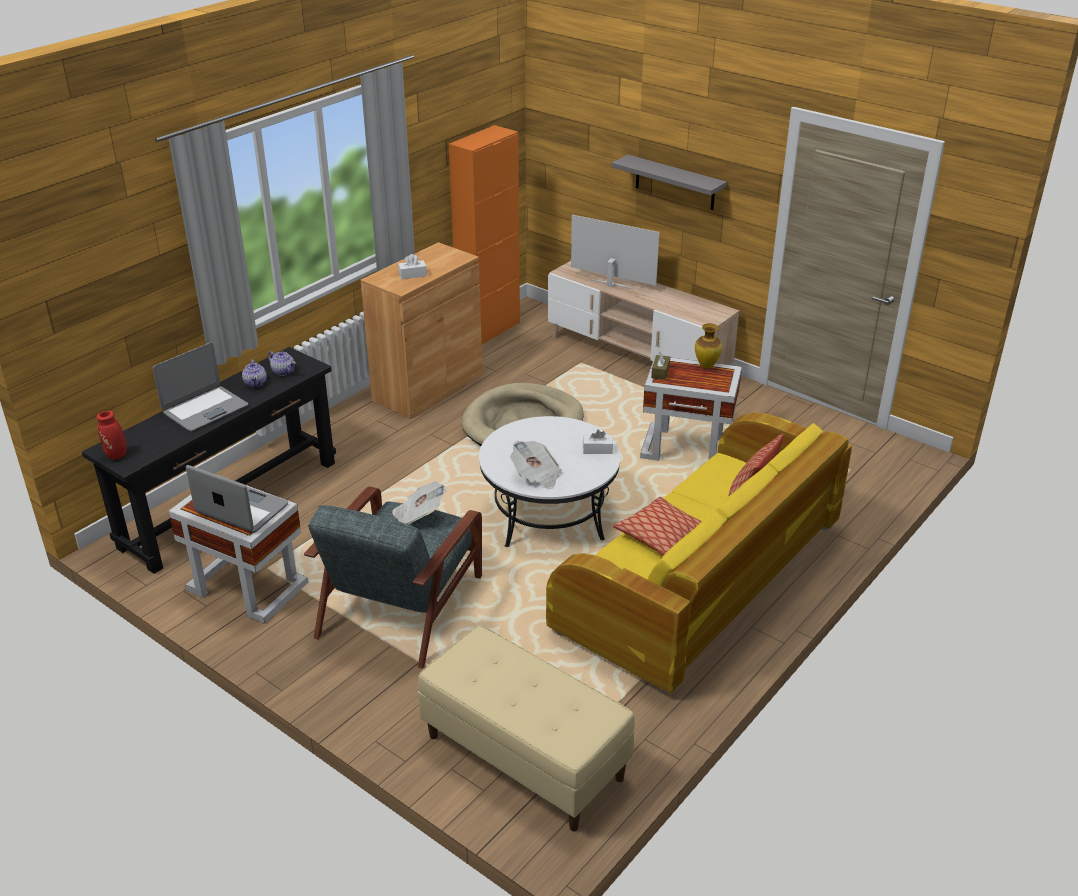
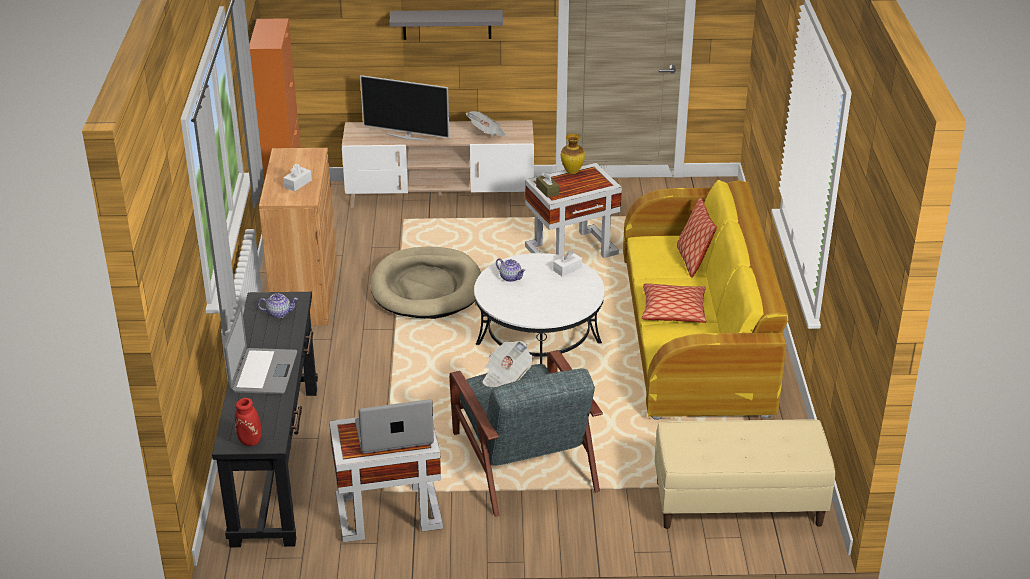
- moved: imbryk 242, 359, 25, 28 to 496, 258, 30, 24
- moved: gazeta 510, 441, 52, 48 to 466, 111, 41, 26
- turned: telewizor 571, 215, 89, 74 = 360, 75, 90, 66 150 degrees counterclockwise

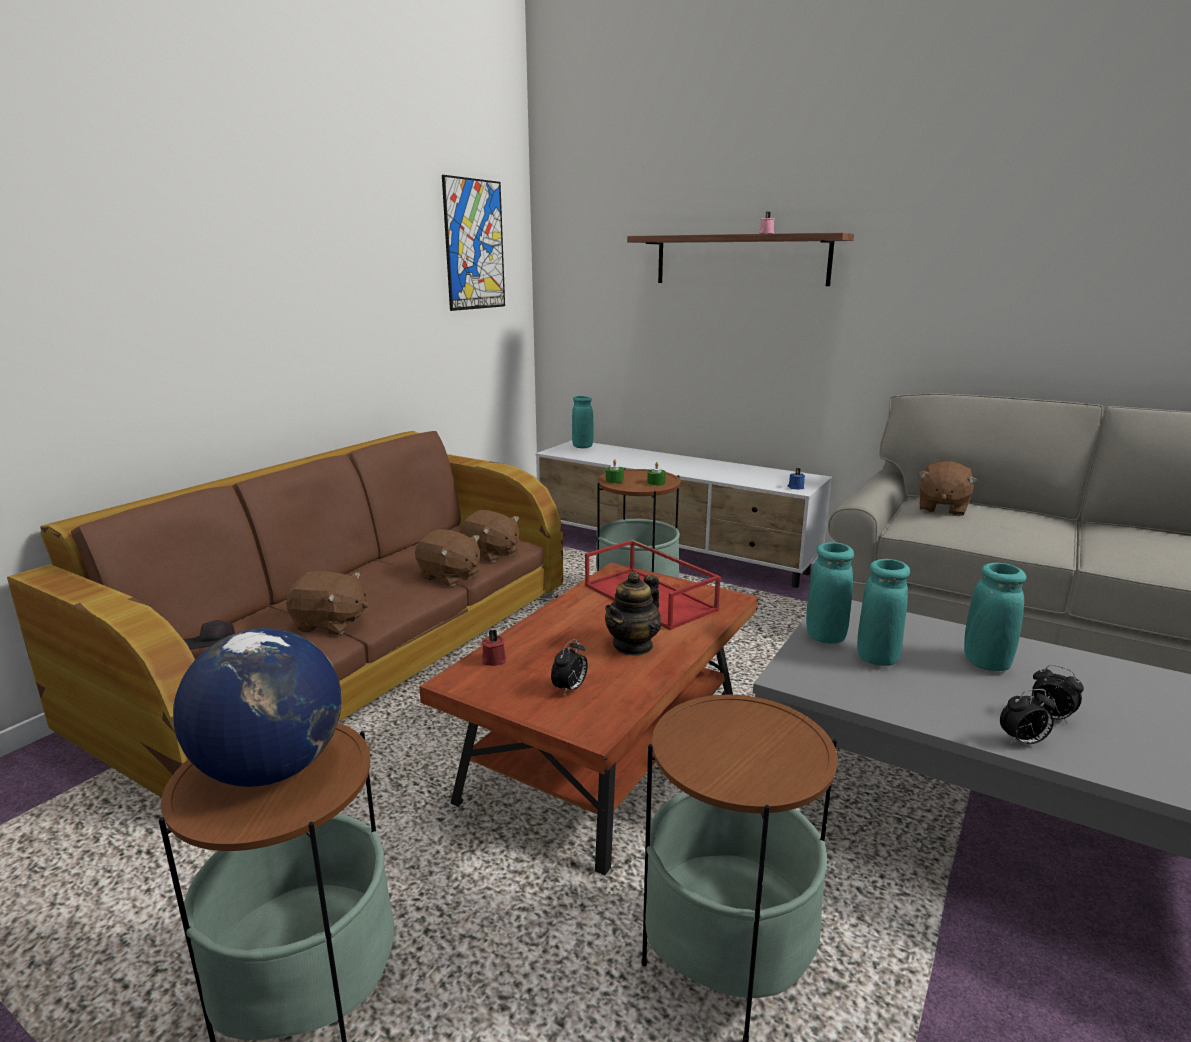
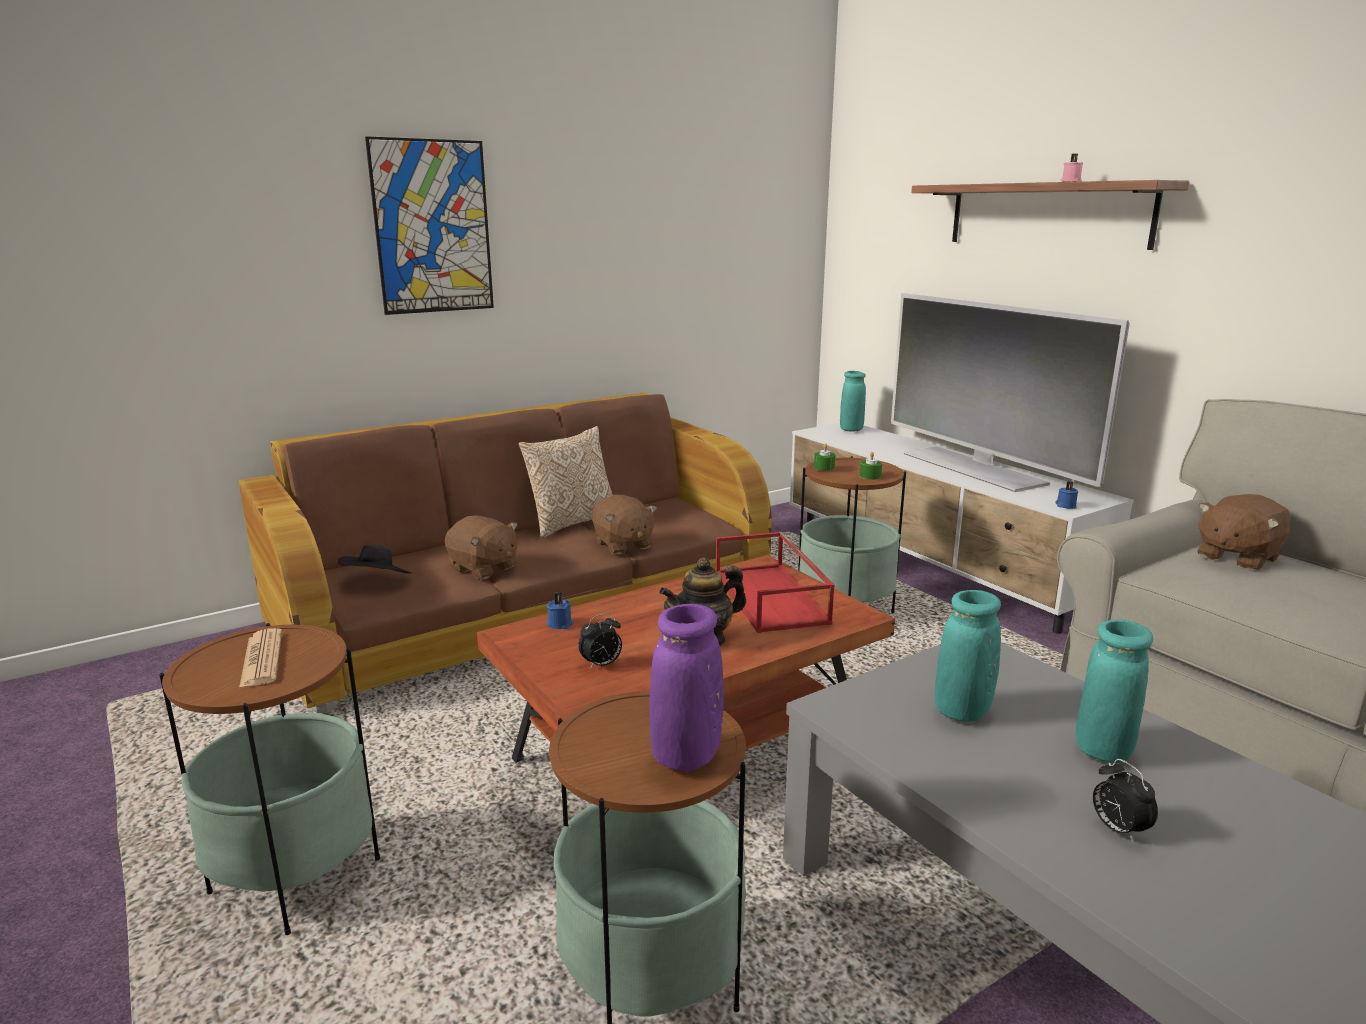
- replaced: globus 173, 628, 168, 159 to gazeta 239, 628, 43, 60
- moved: obraz 442, 175, 63, 136 to 365, 136, 129, 179
- removed: pluszak [brązowy] 460, 510, 59, 52
- recoloured: świeca [czerwony] 481, 629, 25, 37 to świeca [niebieski] 546, 592, 27, 37
- removed: wazon [turkusowy] 806, 542, 48, 101
- removed: budzik 1000, 689, 55, 56
- added: poduszka 519, 426, 94, 112
- added: wazon [fioletowy] 650, 604, 74, 167
- added: telewizor 891, 293, 239, 199

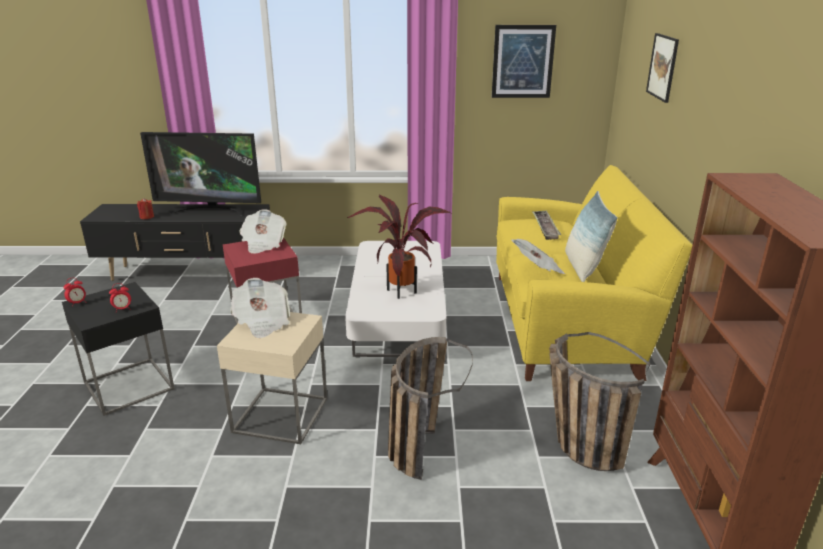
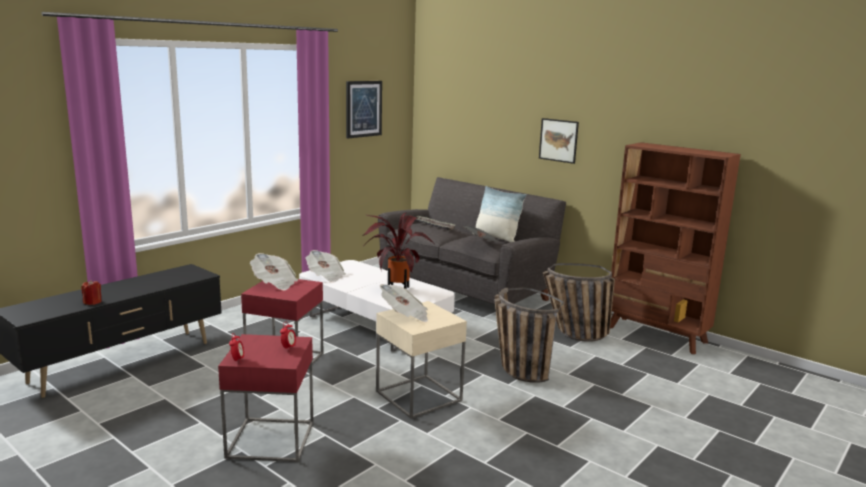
- recoloured: stolik [czarny] 62, 282, 113, 134 to stolik [czerwony] 218, 334, 95, 128
- removed: telewizor 140, 132, 121, 84
- recoloured: kanapa [żółty] 496, 165, 196, 216 to kanapa [szary] 378, 177, 188, 128
- moved: obraz 646, 33, 33, 70 to 539, 118, 40, 46
- added: gazeta 305, 250, 41, 33

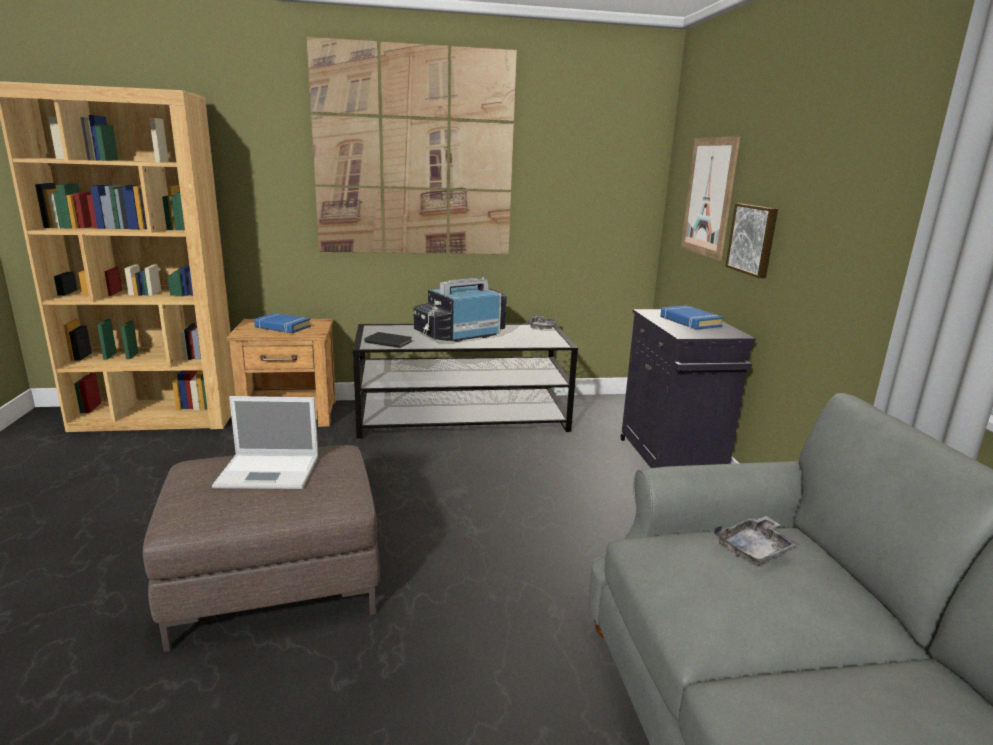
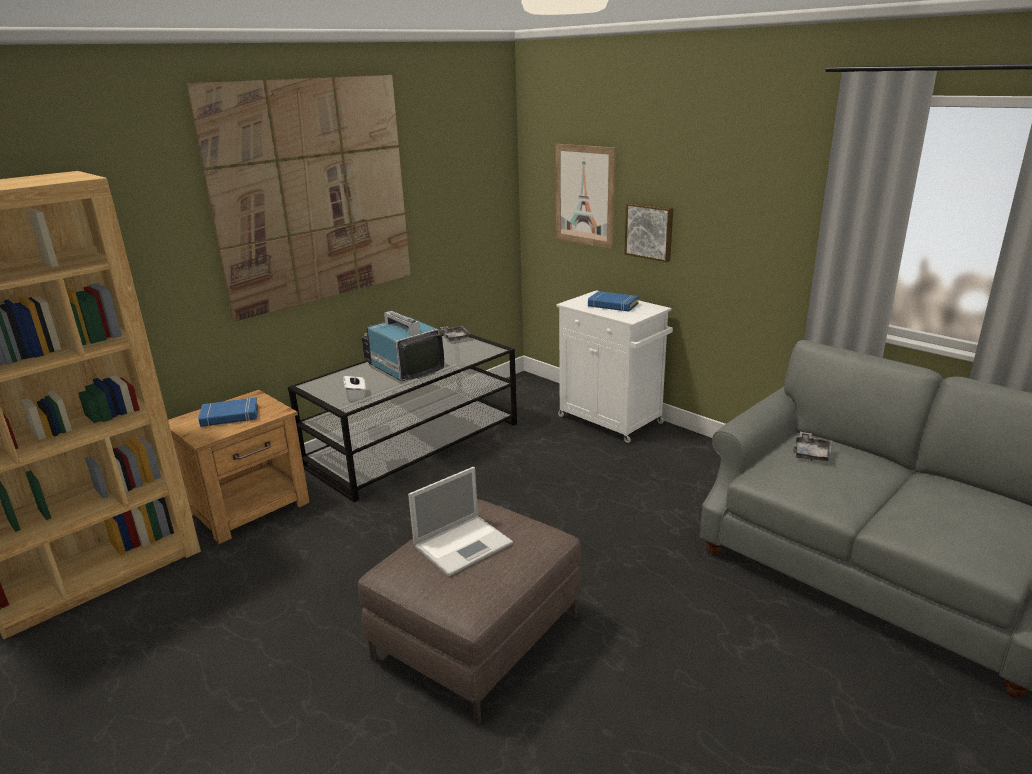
- replaced: książka [czarny] 364, 332, 48, 16 to pudełko chusteczek [biały] 343, 375, 23, 26
- turned: telewizor 414, 277, 93, 65 = 362, 311, 82, 71 120 degrees clockwise
- recoloured: szafka [czarny] 621, 309, 135, 159 to szafka [biały] 556, 290, 117, 153

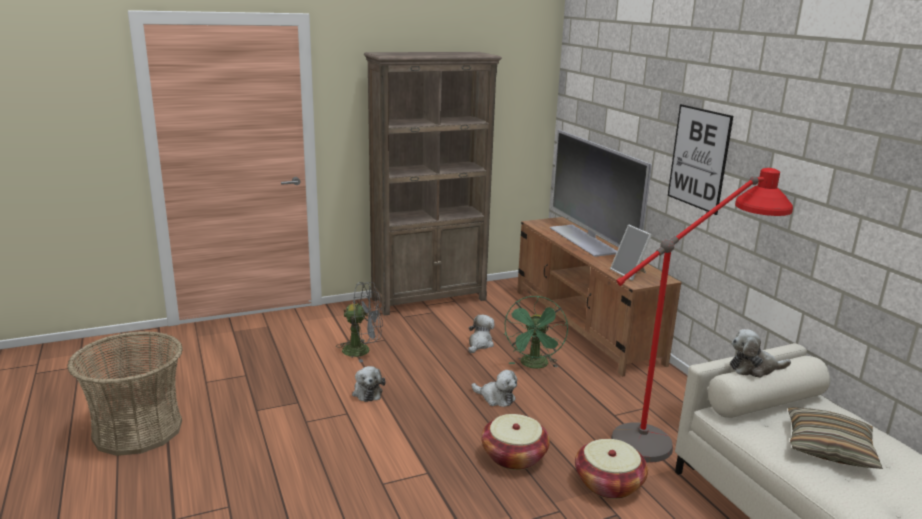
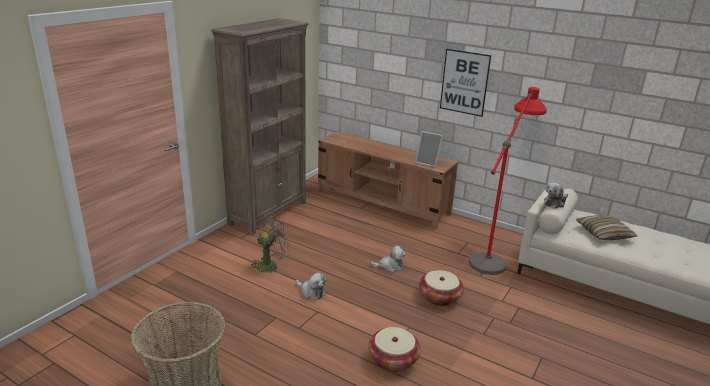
- removed: pluszak 468, 315, 27, 38
- removed: wentylator [zielony] 504, 296, 64, 73
- removed: telewizor 550, 130, 102, 127
- moved: koszyk 575, 439, 73, 60 to 368, 327, 53, 45

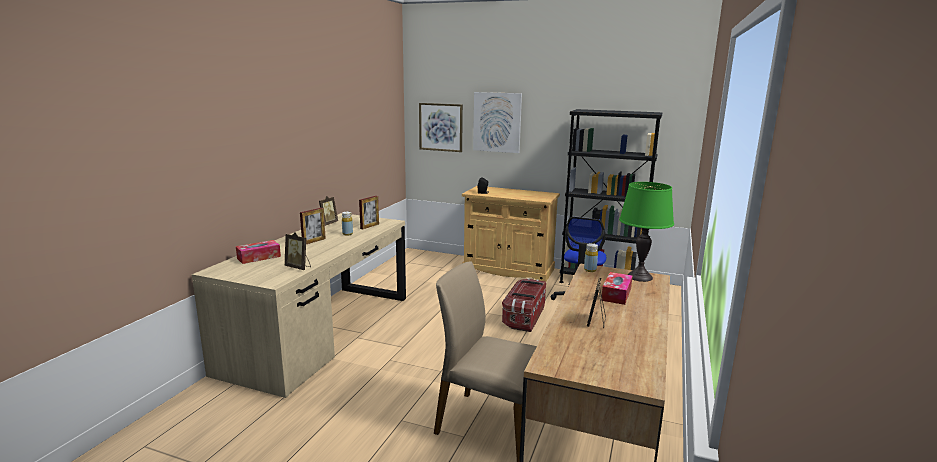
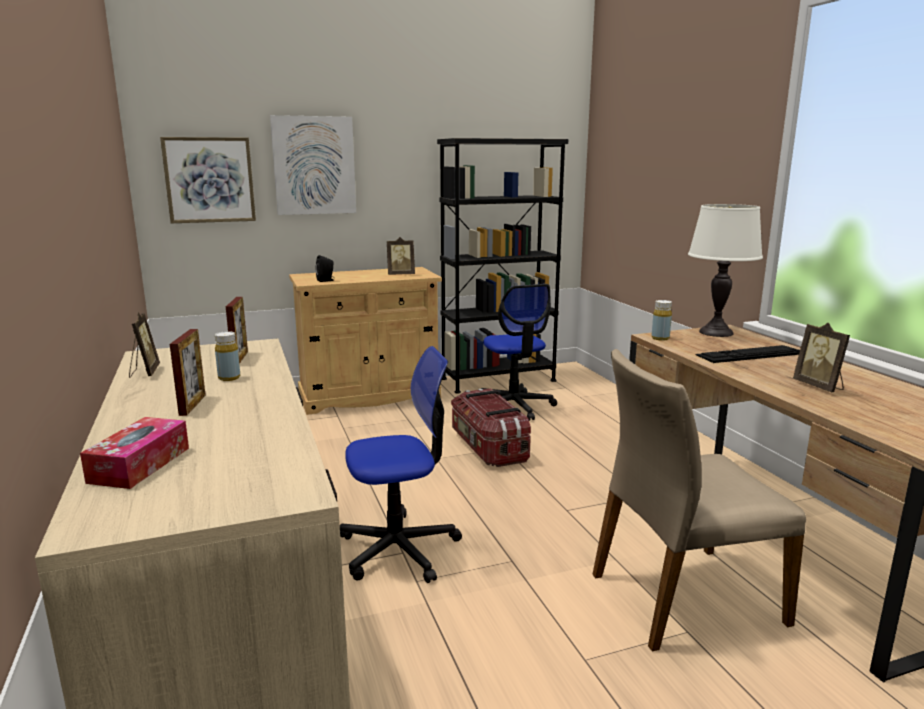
- moved: ramka na zdjęcie 285, 232, 26, 38 to 387, 237, 28, 38
- replaced: pudełko chusteczek 601, 272, 32, 33 to klawiatura 695, 345, 105, 18
- recoloured: lampa stołowa [zielony] 619, 182, 55, 100 to lampa stołowa [biały] 688, 204, 75, 133
- added: krzesło biurowe 340, 346, 122, 237

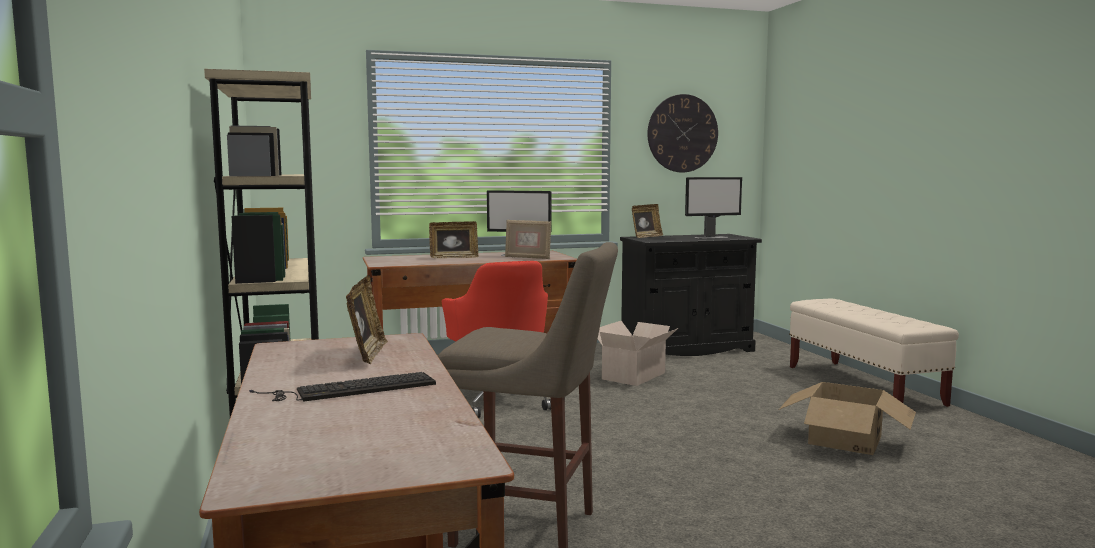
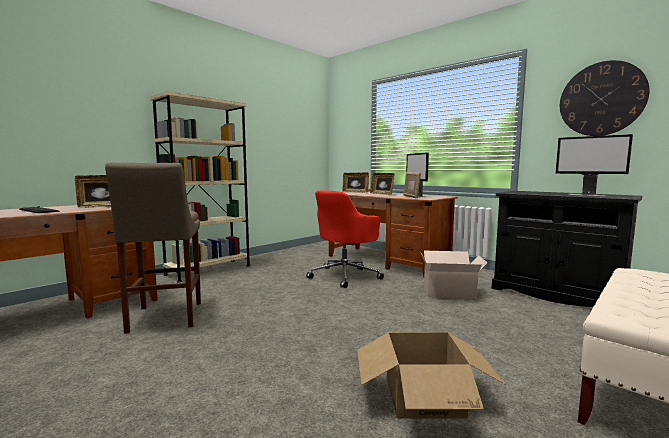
- moved: ramka na zdjęcie 632, 204, 31, 34 to 342, 173, 27, 20

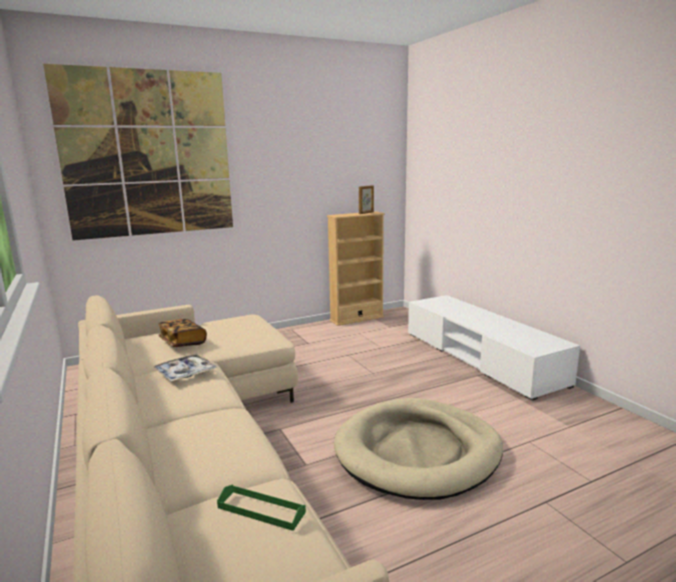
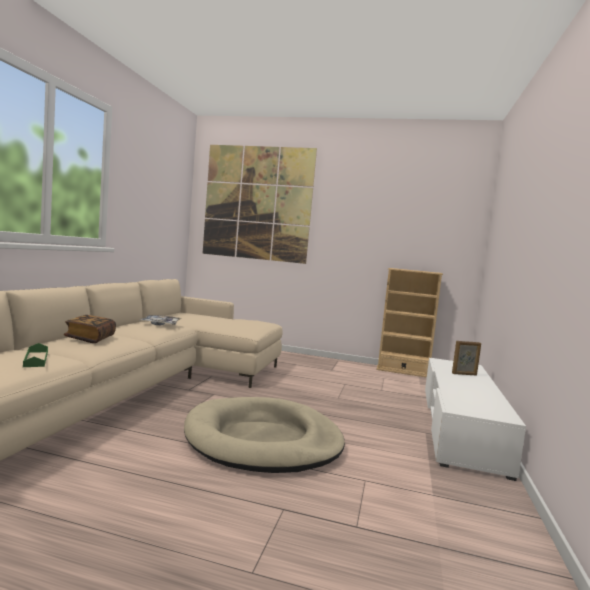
- moved: książka 158, 319, 49, 28 to 64, 315, 52, 28
- moved: ramka na zdjęcie 359, 185, 15, 29 to 452, 341, 29, 35

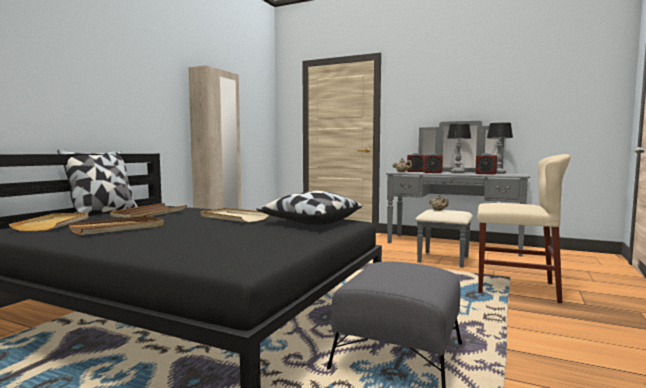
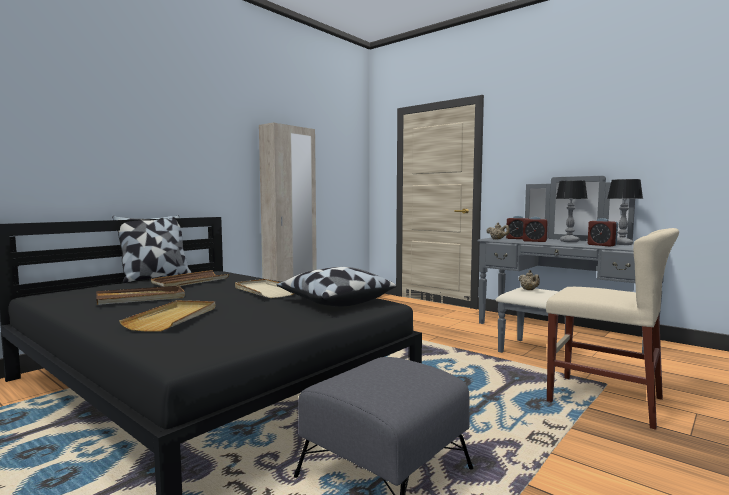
- moved: taca [beżowy] 9, 213, 79, 18 to 119, 300, 96, 32

